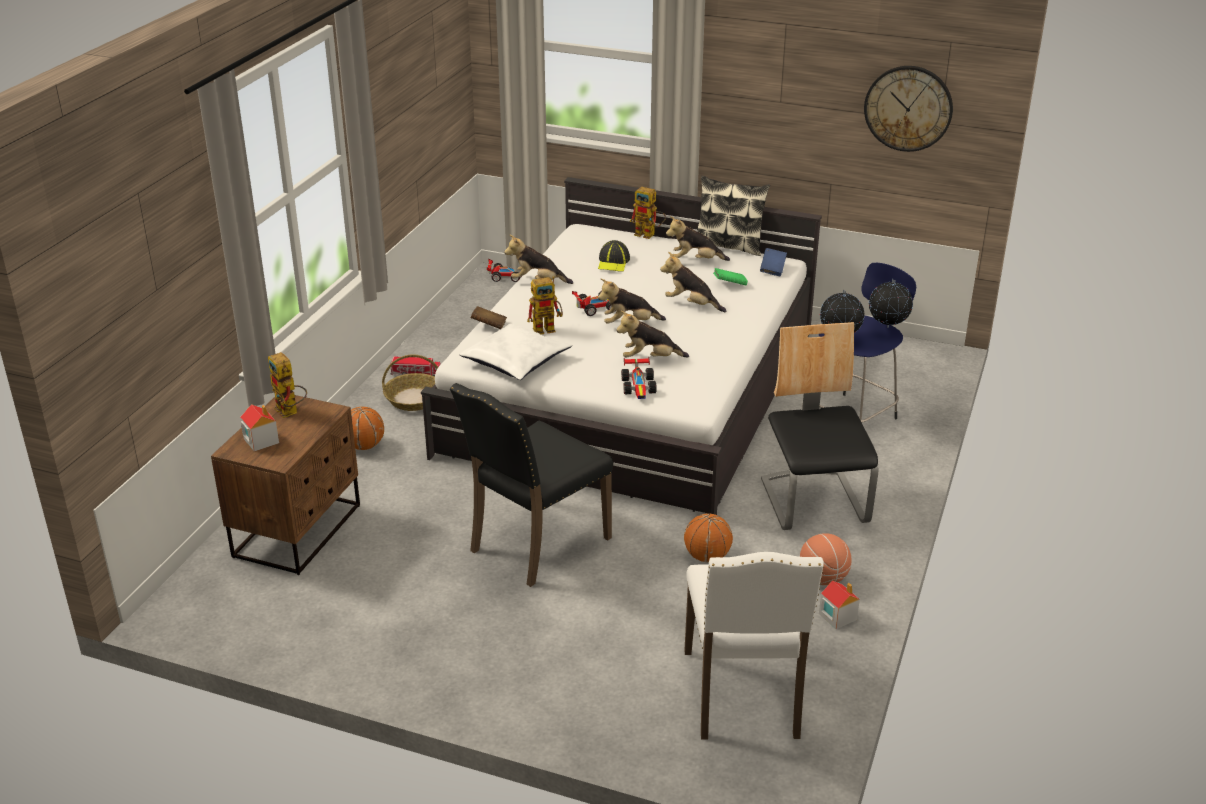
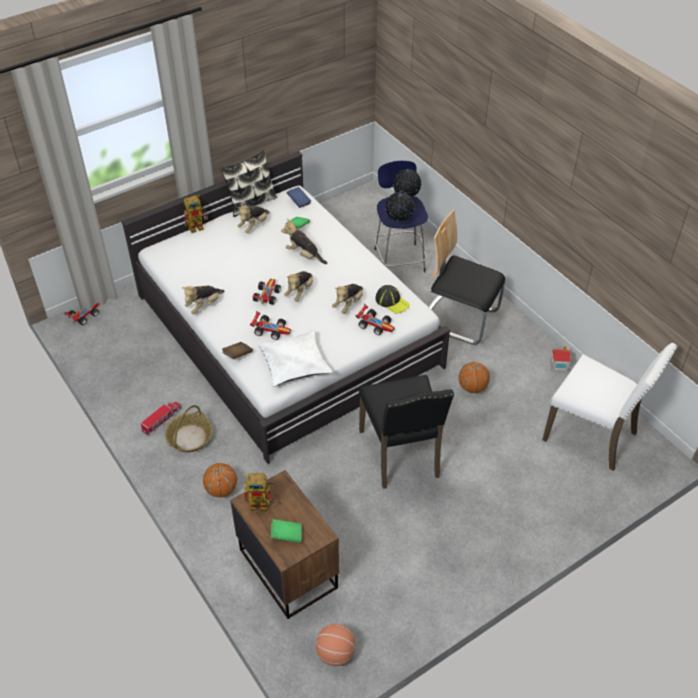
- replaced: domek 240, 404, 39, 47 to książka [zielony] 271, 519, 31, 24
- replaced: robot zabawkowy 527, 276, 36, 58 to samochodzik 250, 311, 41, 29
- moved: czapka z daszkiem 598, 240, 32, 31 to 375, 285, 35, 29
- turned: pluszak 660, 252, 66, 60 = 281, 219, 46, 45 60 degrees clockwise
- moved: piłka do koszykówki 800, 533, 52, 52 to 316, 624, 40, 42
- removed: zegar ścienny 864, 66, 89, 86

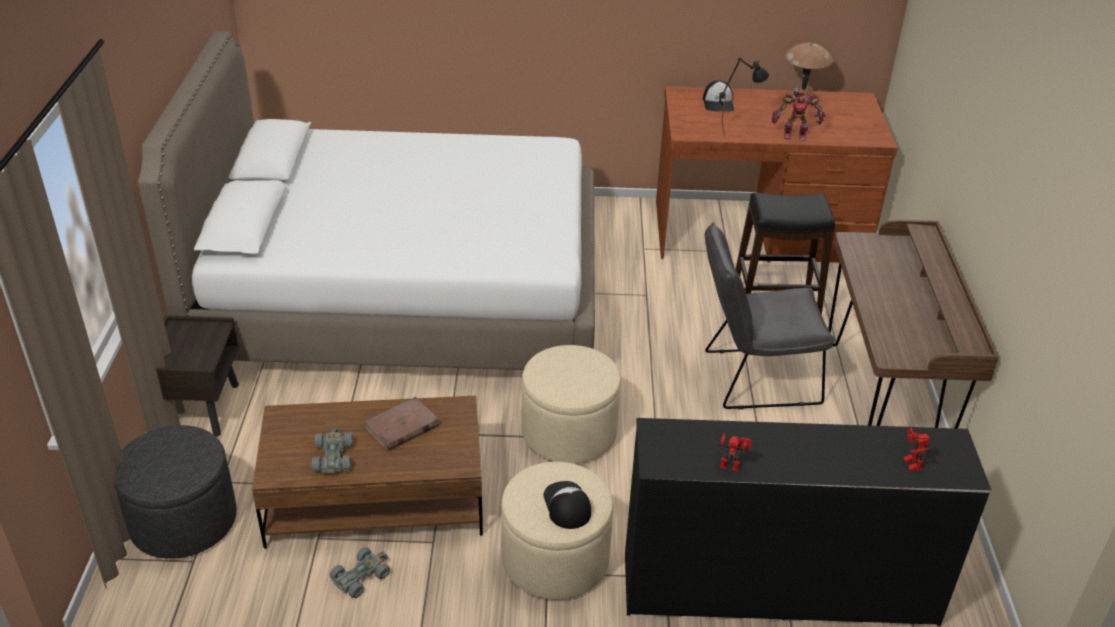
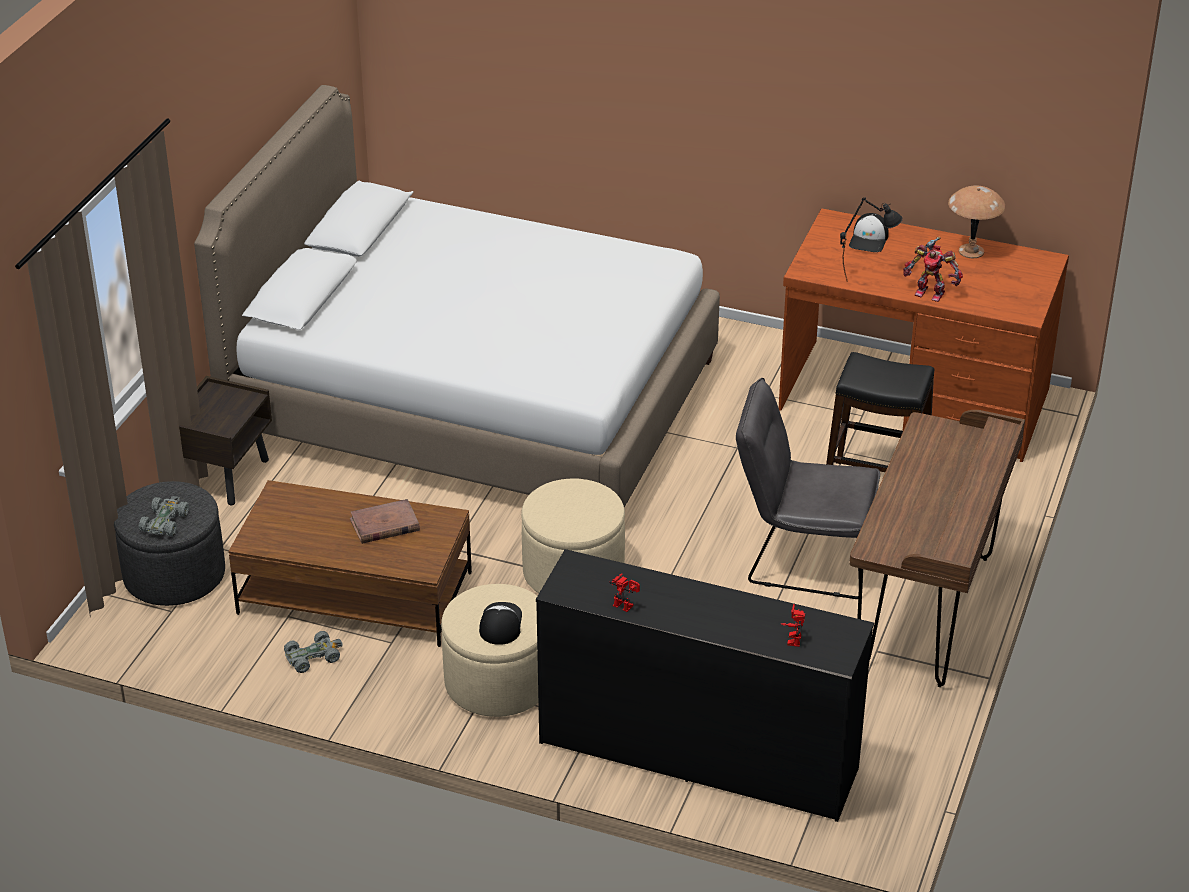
- moved: samochodzik [szary] 312, 428, 41, 45 to 139, 496, 50, 40

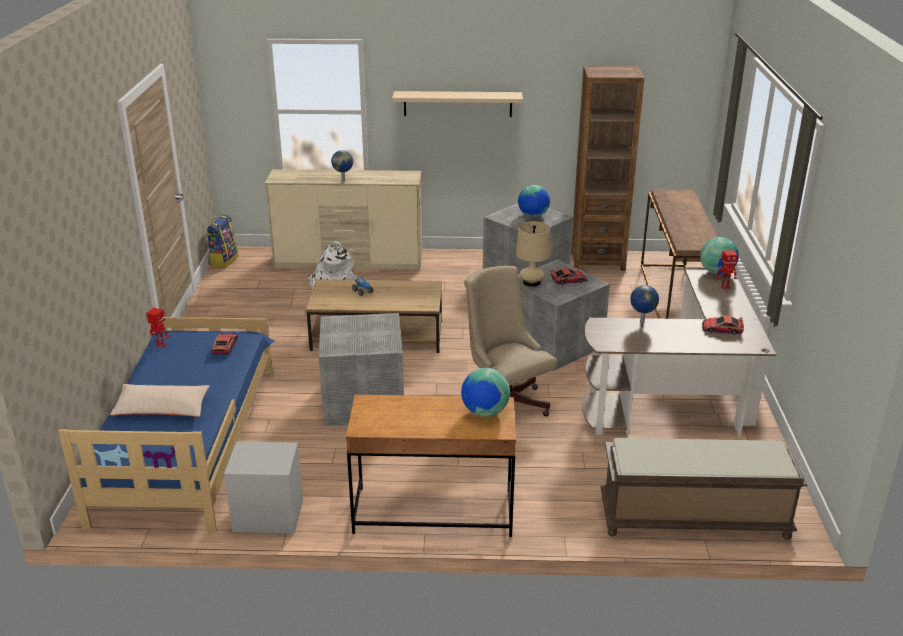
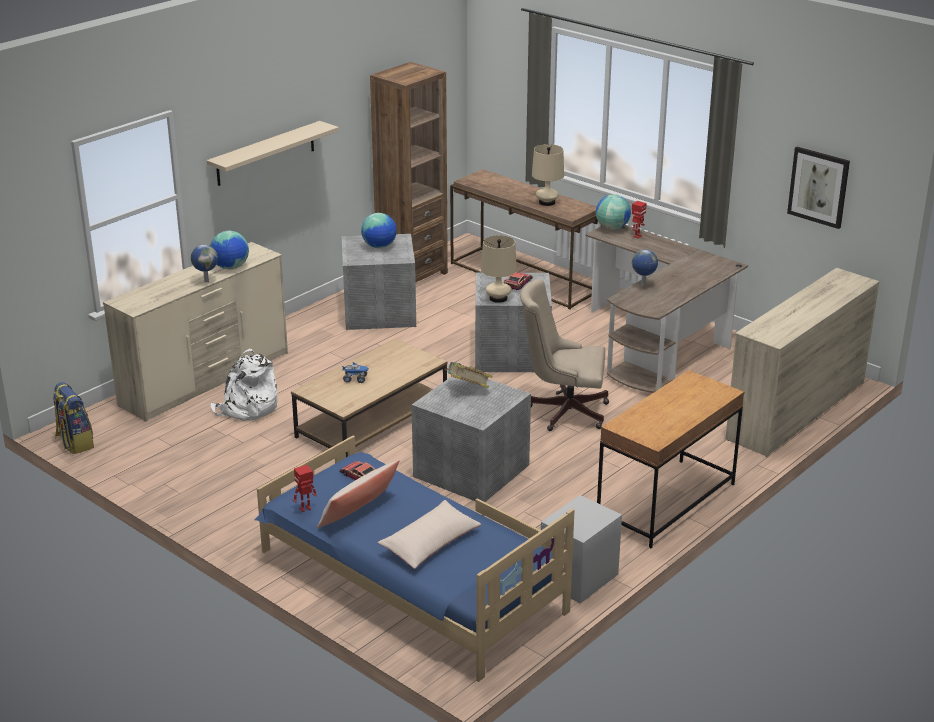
- moved: globus 461, 368, 49, 49 to 210, 231, 39, 39
- replaced: ławka [brązowy] 601, 438, 207, 102 to komoda [beżowy] 725, 268, 155, 189
- removed: samochodzik 702, 315, 42, 20
- added: poduszka [beżowy] 317, 460, 83, 68
- added: książka 445, 362, 47, 26
- added: lampa stołowa [beżowy] 532, 144, 32, 62
- added: obraz 787, 147, 63, 82

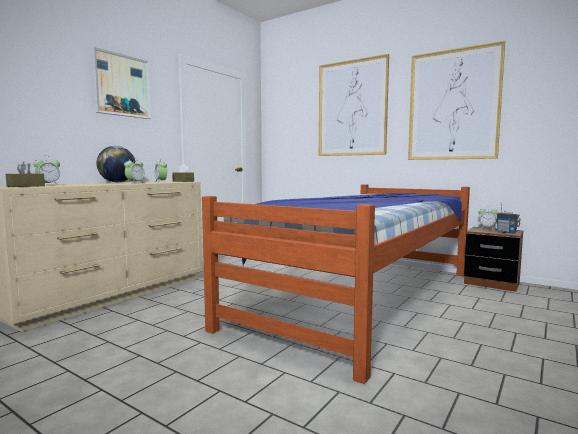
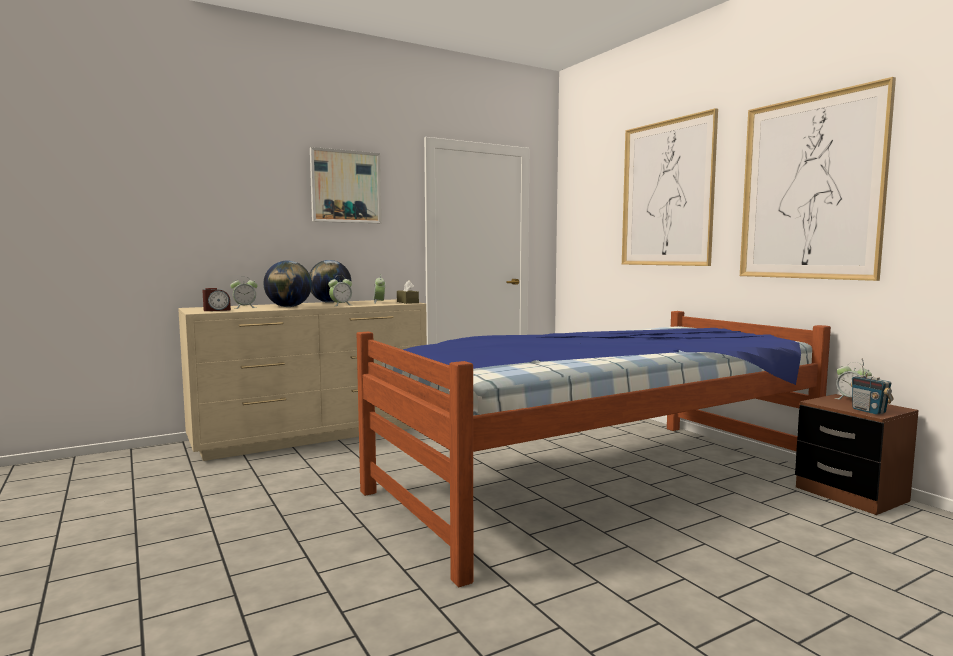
- replaced: pudełko chusteczek [brązowy] 6, 161, 39, 26 to budzik 202, 288, 29, 23
- added: globus 263, 260, 49, 47

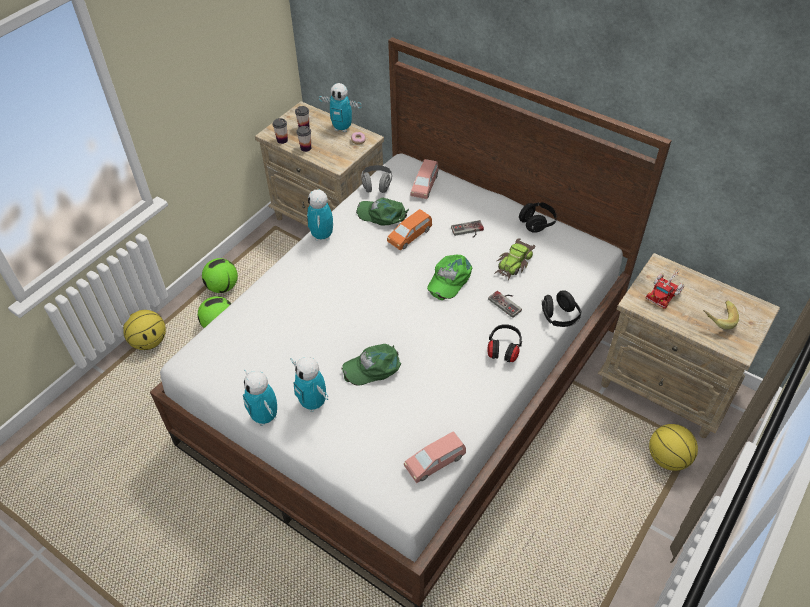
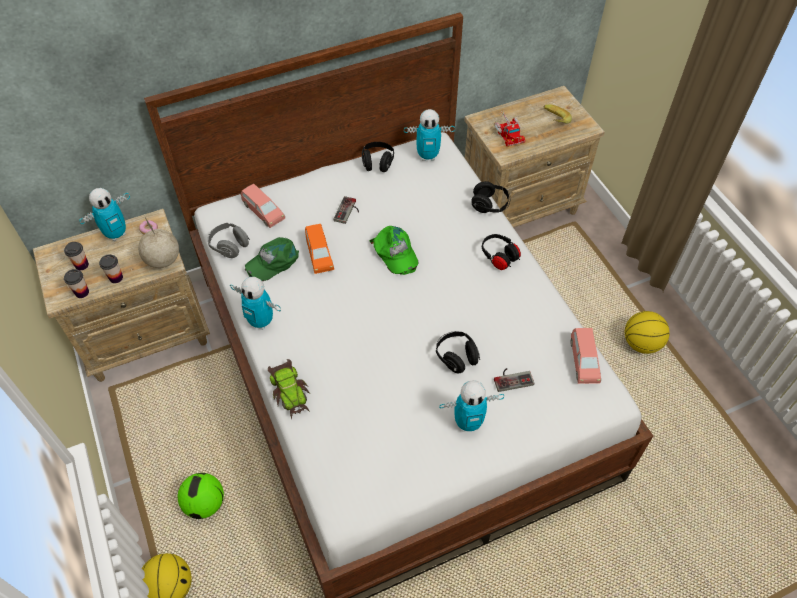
- removed: piłka futbolowa 202, 258, 36, 35
- moved: robot zabawkowy 243, 370, 34, 56 to 404, 109, 51, 52
- replaced: czapka z daszkiem [zielony] 341, 344, 60, 42 to słuchawki [czarny] 436, 331, 44, 43
- moved: pad do gier 488, 291, 34, 27 to 494, 368, 40, 24
- moved: samochodzik 494, 238, 41, 42 to 268, 359, 42, 60
- moved: piłka do koszykówki 649, 424, 49, 47 to 625, 311, 45, 43
- added: globus 138, 217, 41, 51

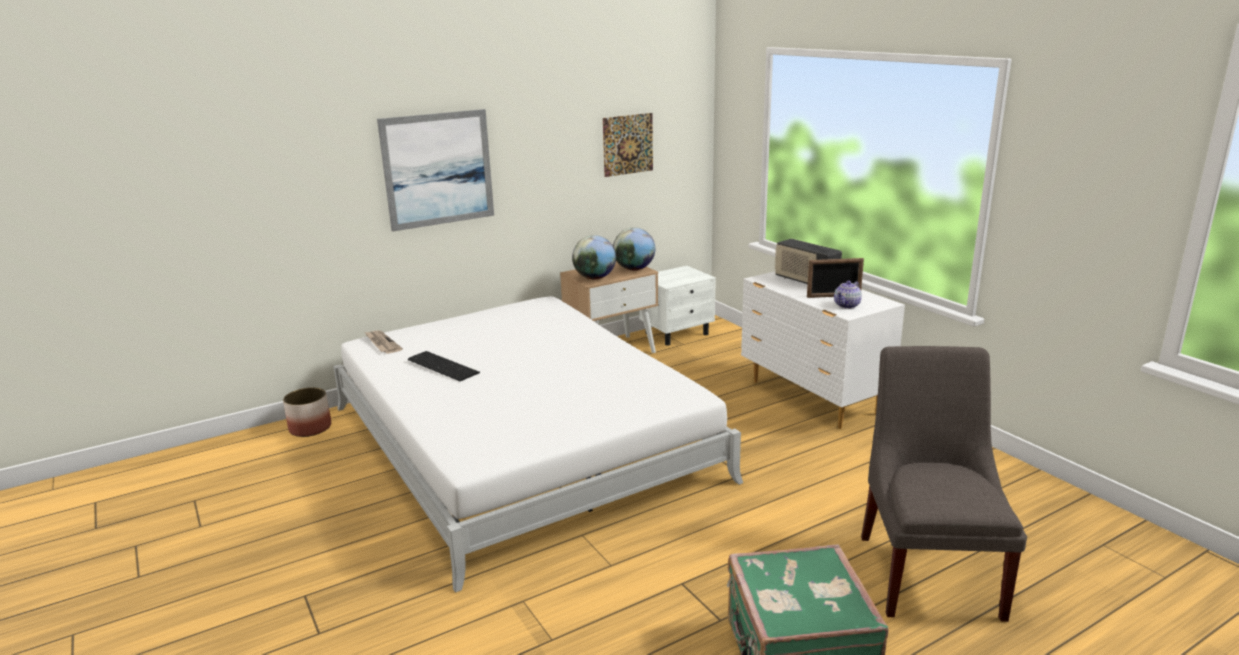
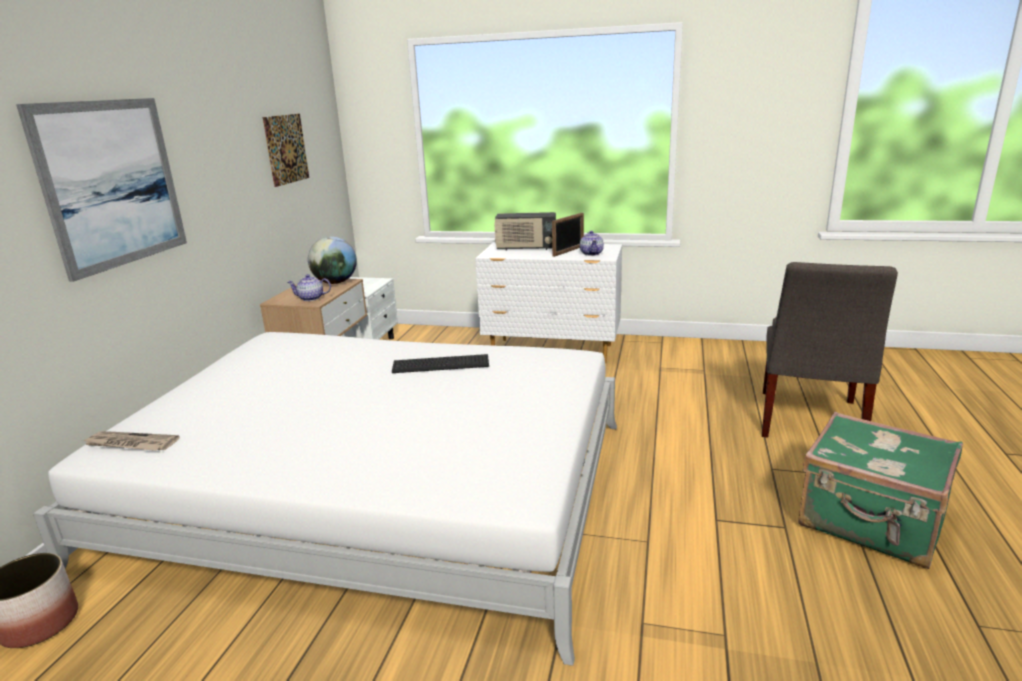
- moved: klawiatura 408, 351, 72, 30 to 392, 354, 97, 19
- replaced: globus 572, 235, 44, 44 to imbryk 287, 274, 44, 27
- turned: krzesło [szary] 861, 346, 166, 276 = 762, 262, 136, 175 120 degrees counterclockwise

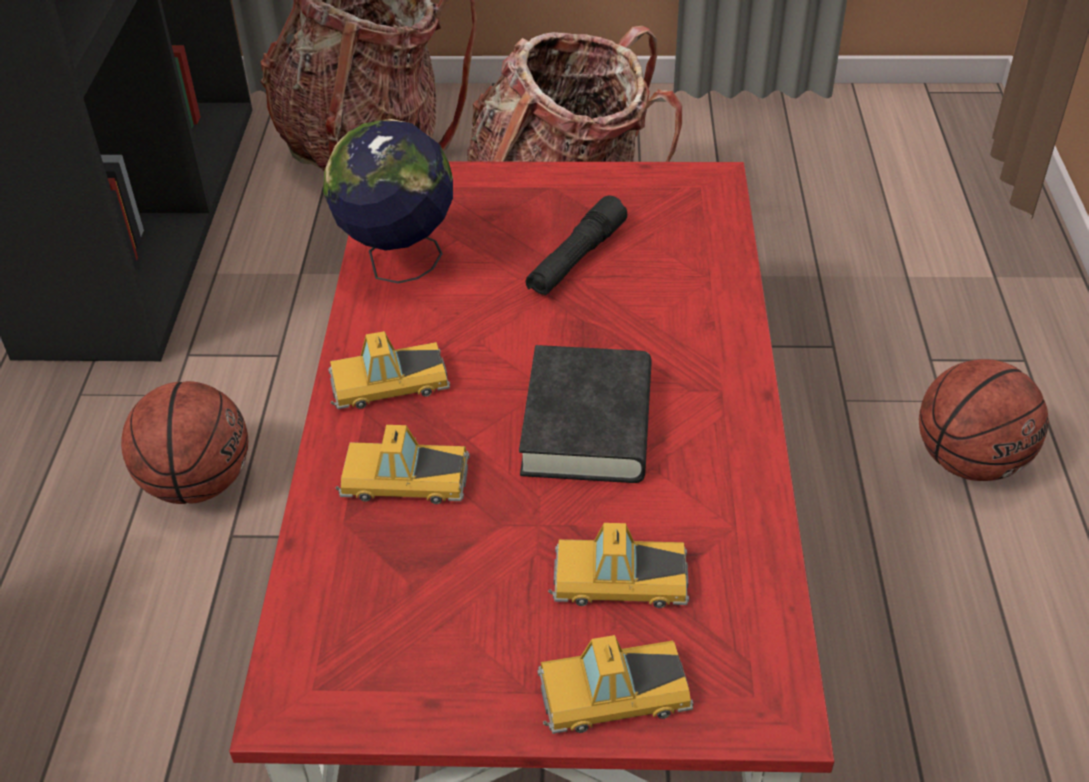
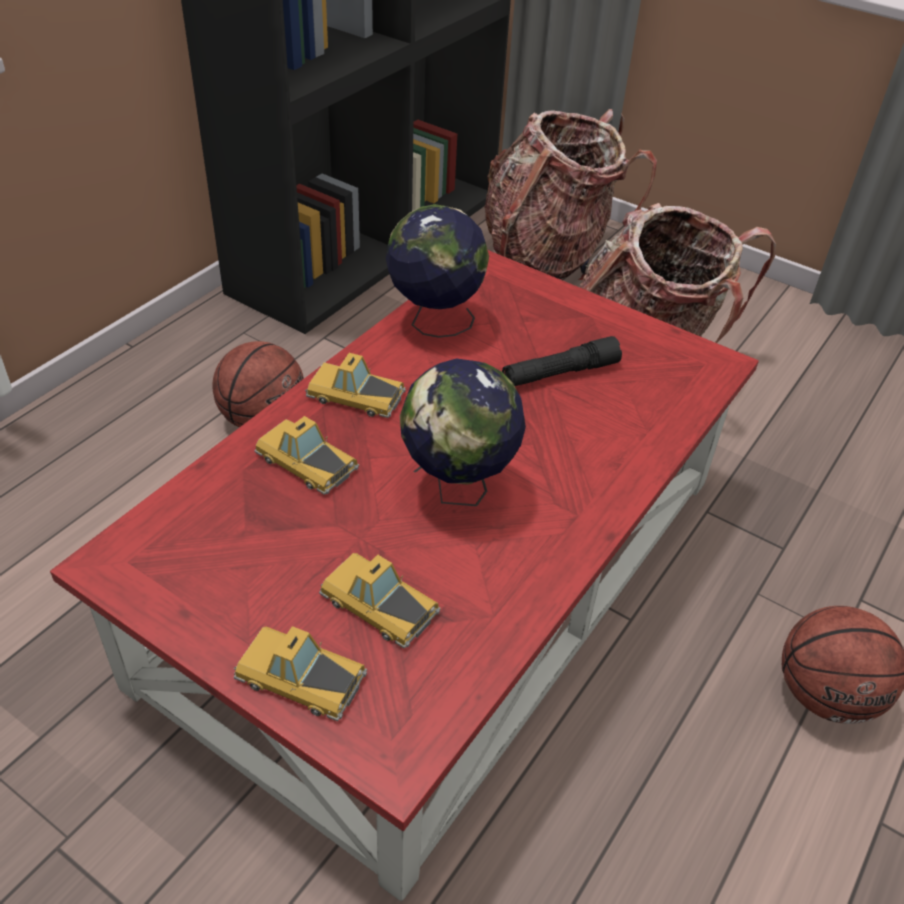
- replaced: książka [czarny] 519, 345, 133, 138 to globus 400, 359, 126, 147

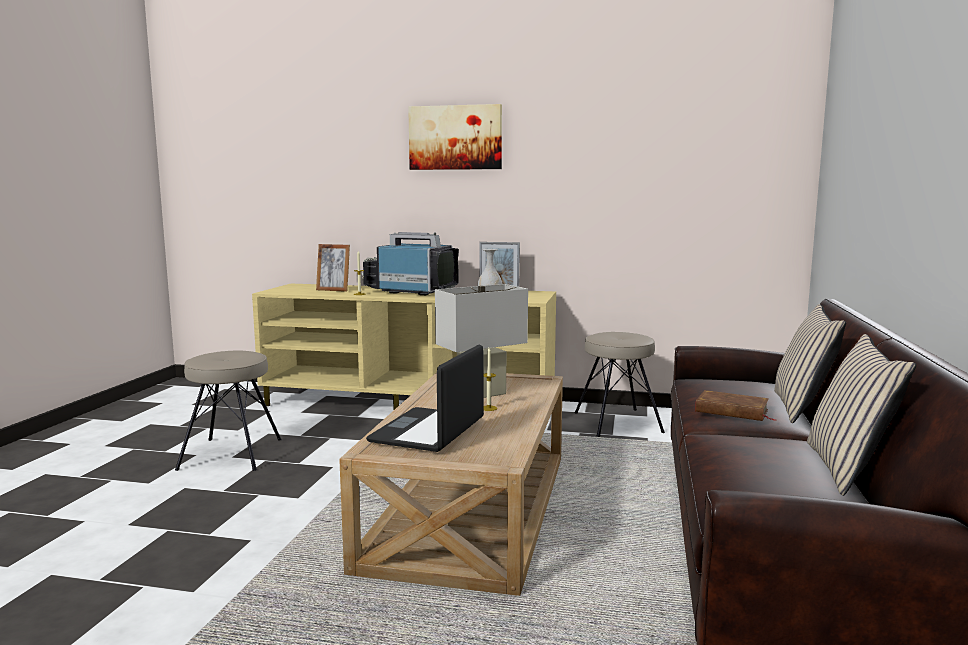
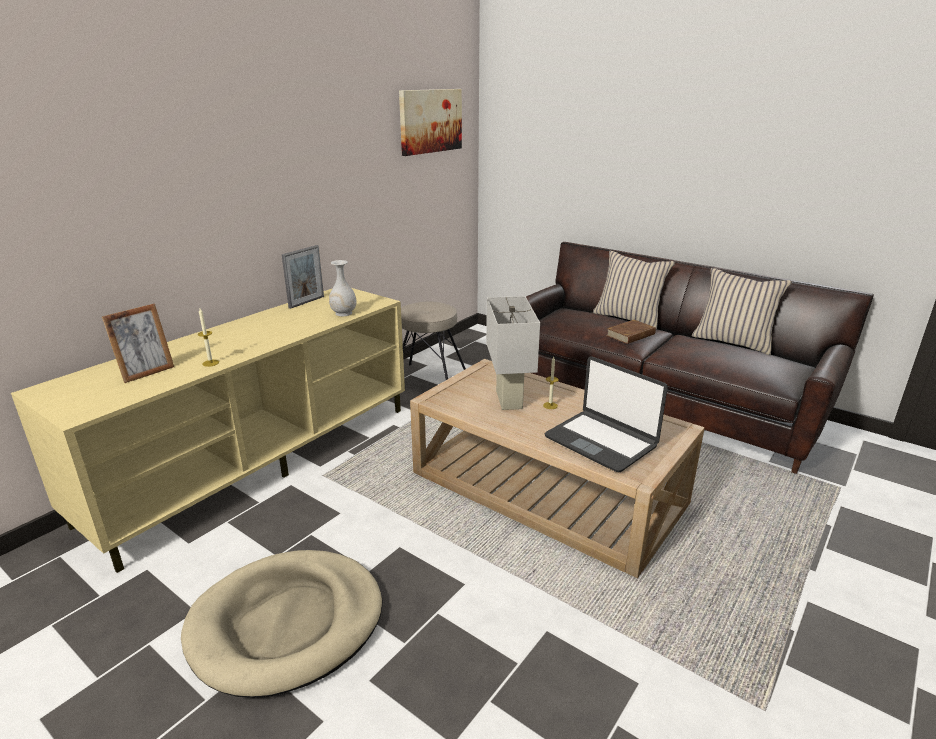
- replaced: stołek [beżowy] 175, 351, 107, 120 to legowisko [beżowy] 181, 550, 201, 148
- removed: telewizor 362, 232, 97, 63
- moved: obraz 408, 104, 94, 66 to 399, 89, 63, 67

